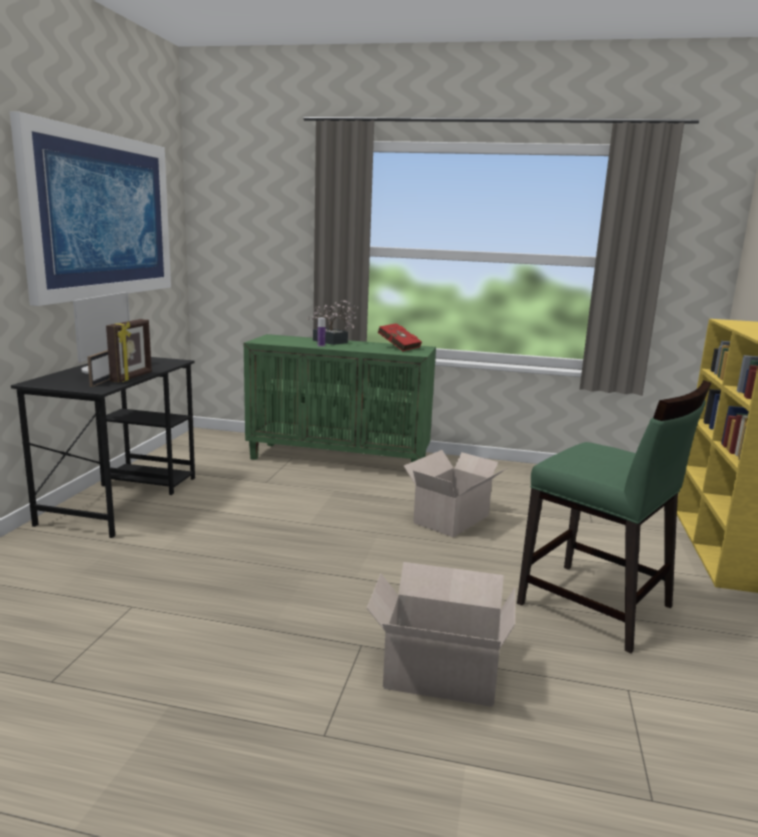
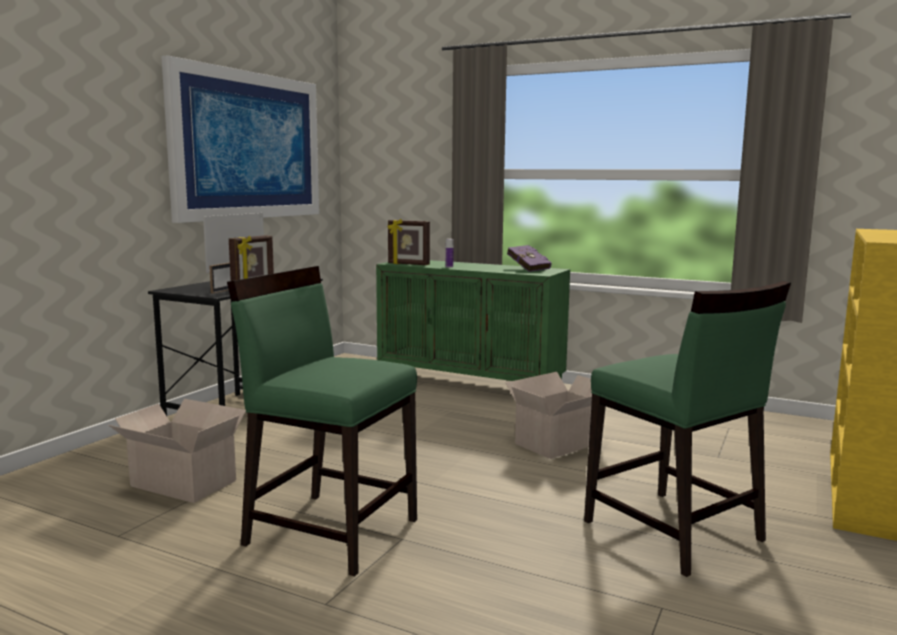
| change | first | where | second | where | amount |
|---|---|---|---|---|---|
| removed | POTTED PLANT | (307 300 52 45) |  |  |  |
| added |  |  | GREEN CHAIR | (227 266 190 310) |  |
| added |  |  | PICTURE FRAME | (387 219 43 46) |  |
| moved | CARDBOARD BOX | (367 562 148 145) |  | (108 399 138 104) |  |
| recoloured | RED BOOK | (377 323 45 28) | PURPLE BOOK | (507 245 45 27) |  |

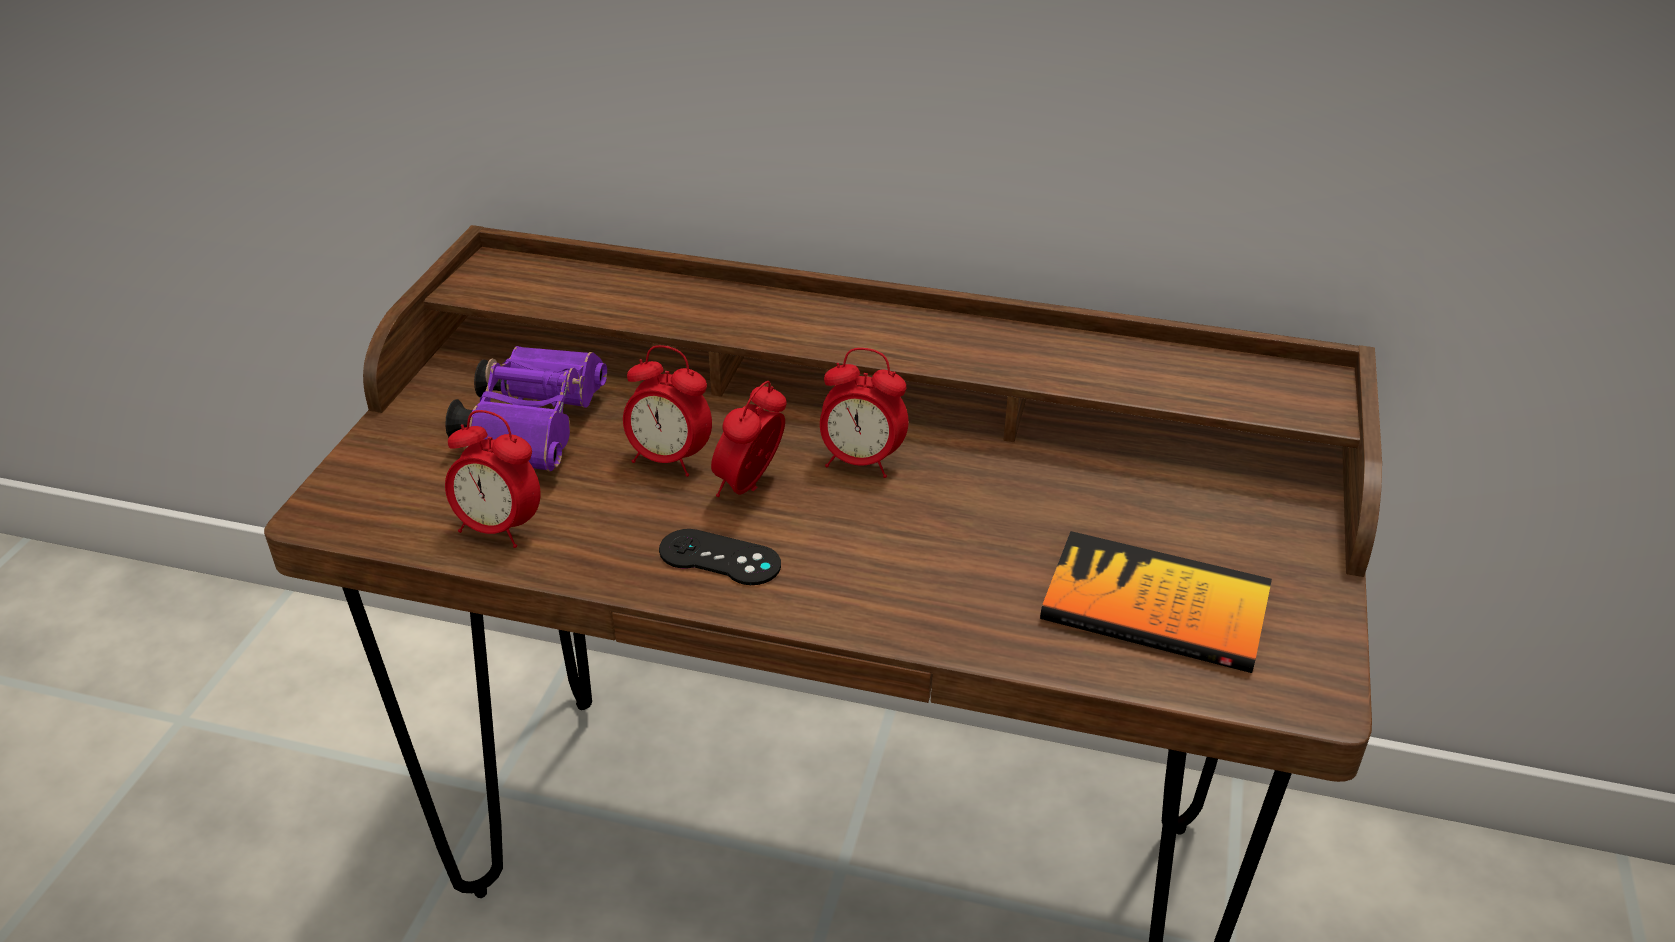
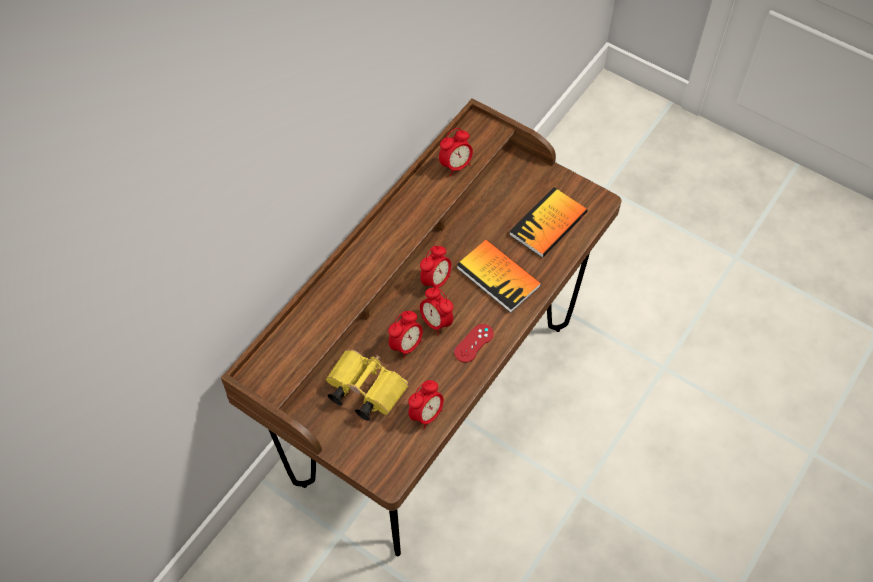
| change | first | where | second | where | amount |
|---|---|---|---|---|---|
| added |  |  | ALARM CLOCK | (439 128 34 48) |  |
| added |  |  | BOOK | (457 239 84 74) |  |
| recoloured | PURPLE BINOCULARS | (445 346 162 125) | YELLOW BINOCULARS | (326 350 82 71) |  |
| recoloured | BLACK GAME CONTROLLER | (659 529 122 56) | RED GAME CONTROLLER | (454 324 40 39) |  |

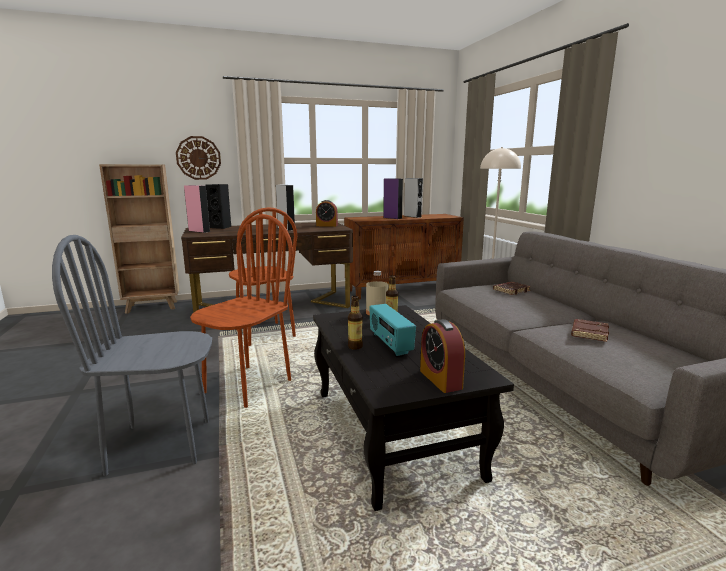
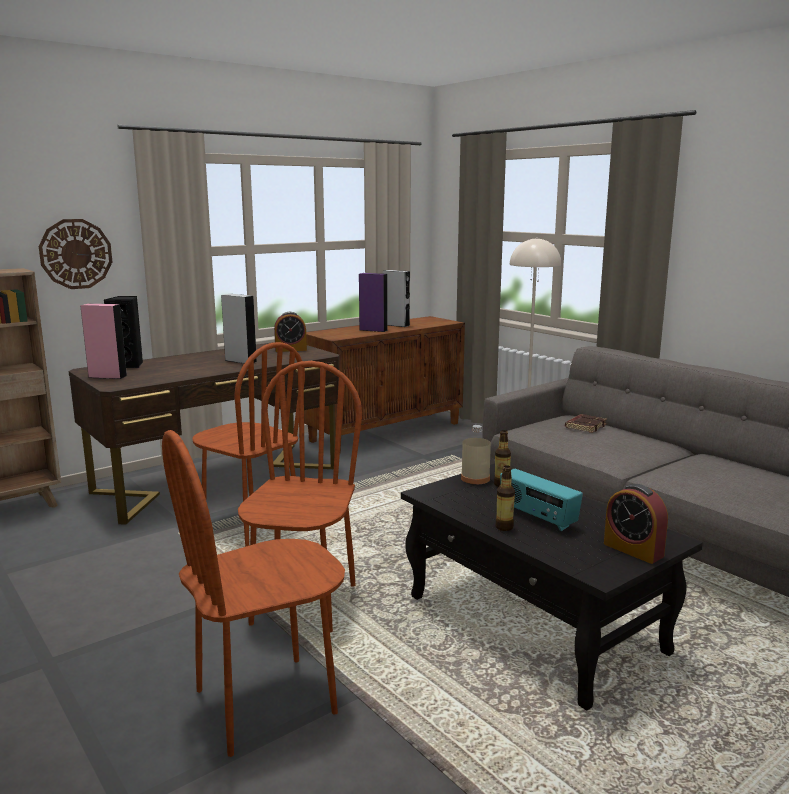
| change | first | where | second | where | amount |
|---|---|---|---|---|---|
| removed | BROWN BOOK | (571 319 38 23) |  |  |  |
| recoloured | GREY CHAIR | (52 235 160 241) | BROWN CHAIR | (162 430 183 327) |  |

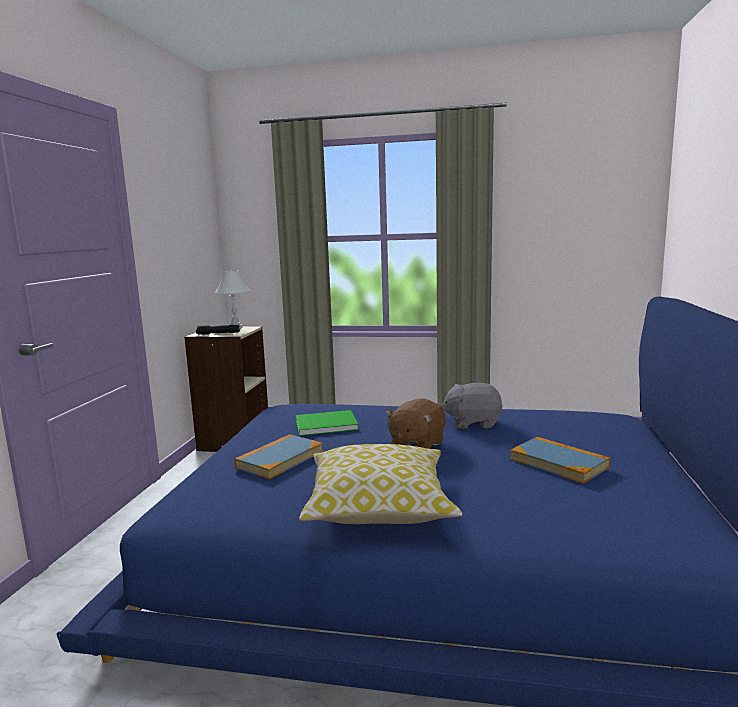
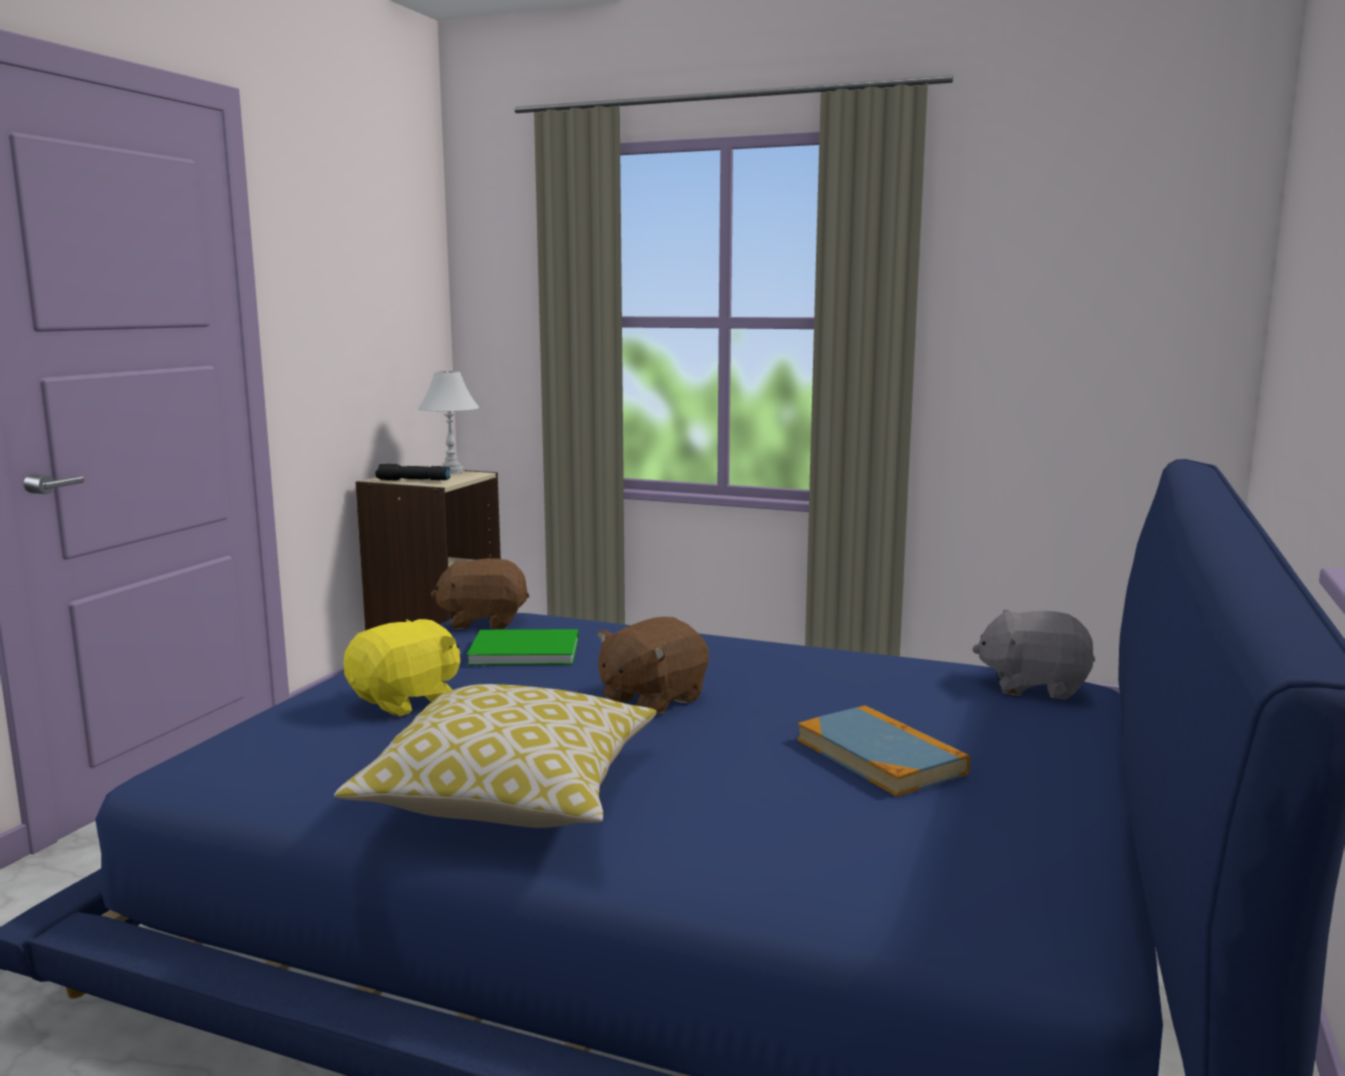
| change | first | where | second | where | amount |
|---|---|---|---|---|---|
| added |  |  | BROWN PLUSH TOY | (431 558 98 71) |  |
| moved | GREY PLUSH TOY | (441 383 62 46) |  | (972 610 123 89) |  |
| replaced | BOOK | (234 434 89 45) | YELLOW PLUSH TOY | (344 619 116 97) |  |

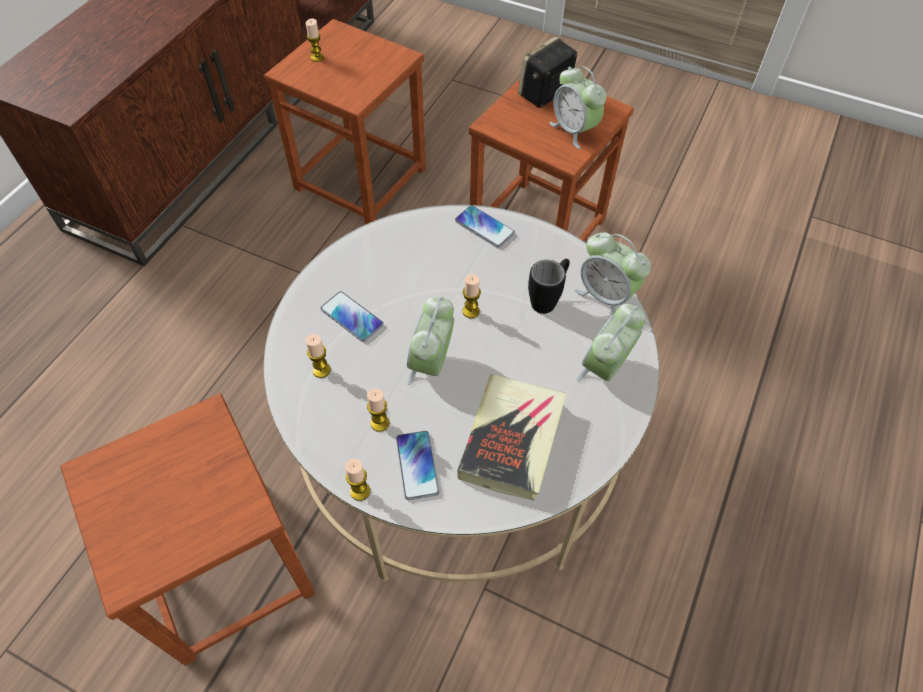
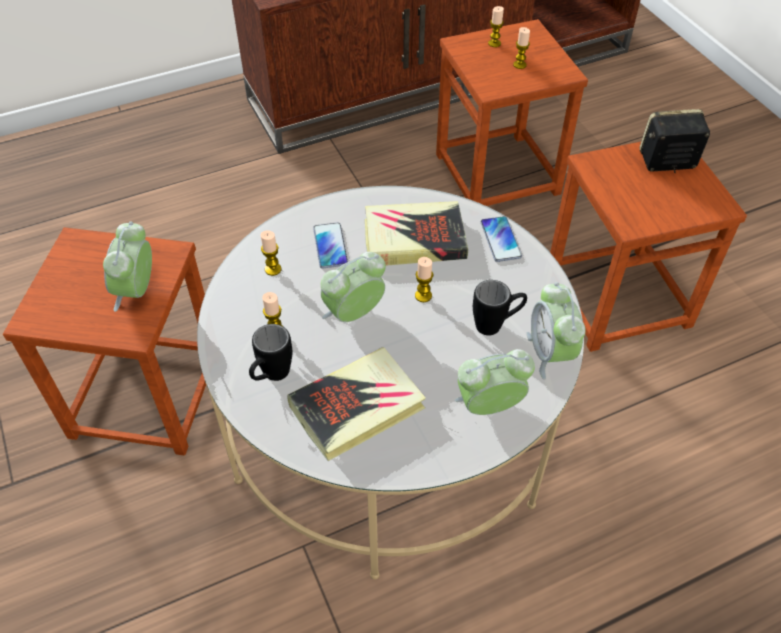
| change | first | where | second | where | amount |
|---|---|---|---|---|---|
| added |  |  | BOOK | (365 201 103 65) |  |
| moved | CANDLE | (345 459 25 42) |  | (513 27 17 42) |  |
| moved | ALARM CLOCK | (550 66 57 83) |  | (103 221 49 91) |  |
| replaced | PHONE | (396 431 43 69) | BLACK MUG | (249 324 43 57) |  |

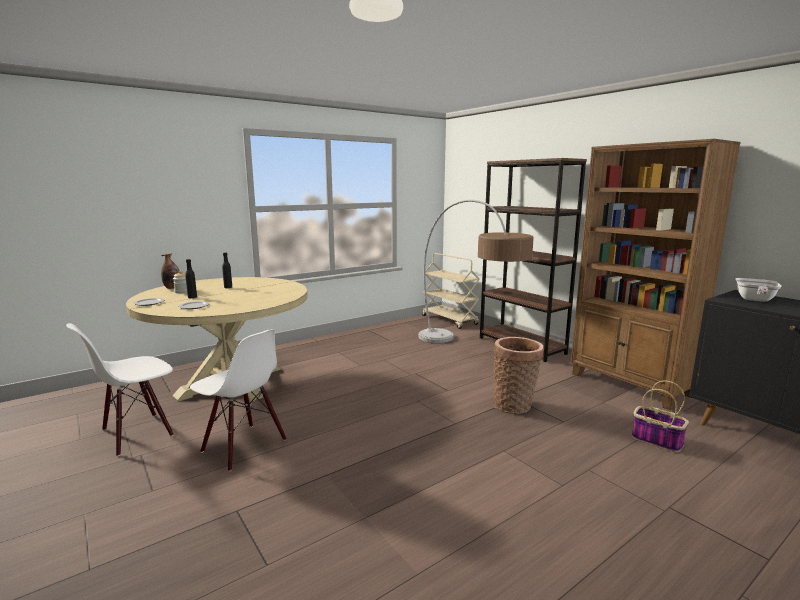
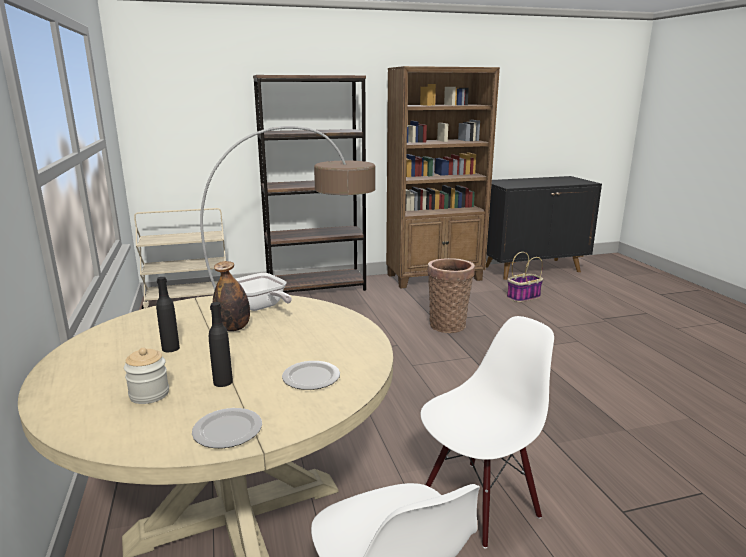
| change | first | where | second | where | amount |
|---|---|---|---|---|---|
| moved | BOTTLE | (161 253 19 36) |  | (213 261 37 70) |  |
| moved | FRYING PAN | (735 278 47 24) |  | (236 273 56 38) |  |

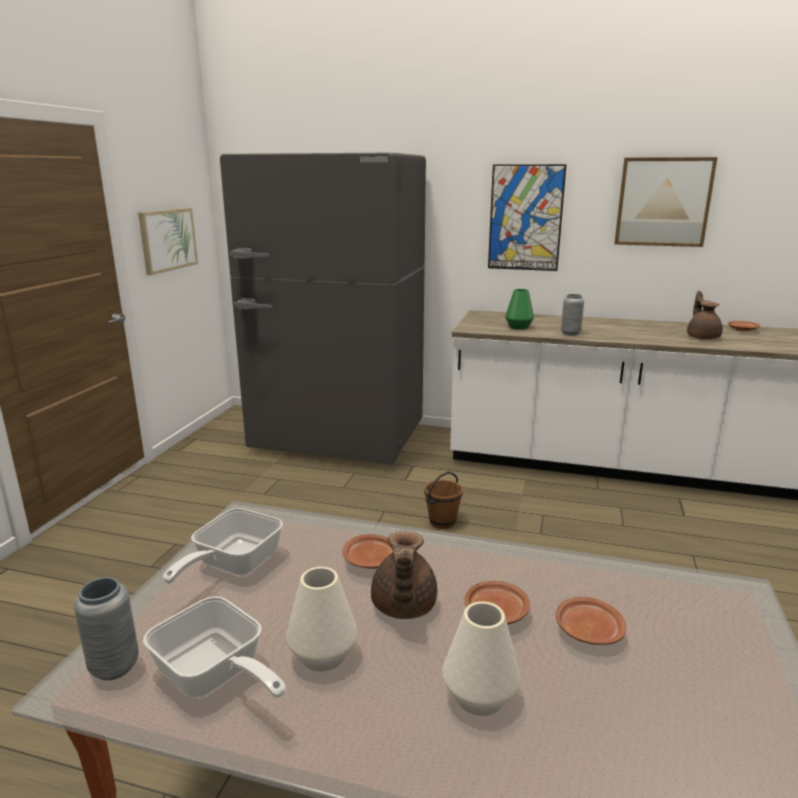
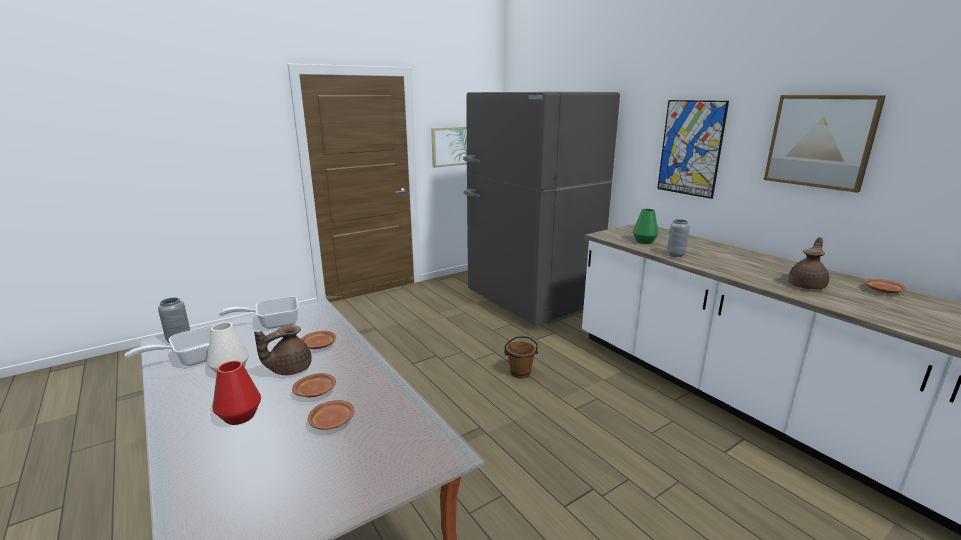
| change | first | where | second | where | amount |
|---|---|---|---|---|---|
| recoloured | WHITE VASE | (442 601 78 115) | RED VASE | (212 361 49 64) |  |
| turned | FRYING PAN | (143 596 143 102) |  | (125 325 89 41) | 60 degrees clockwise |

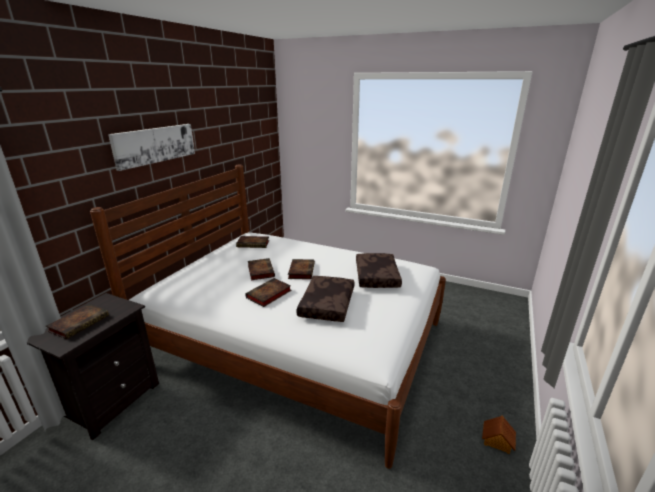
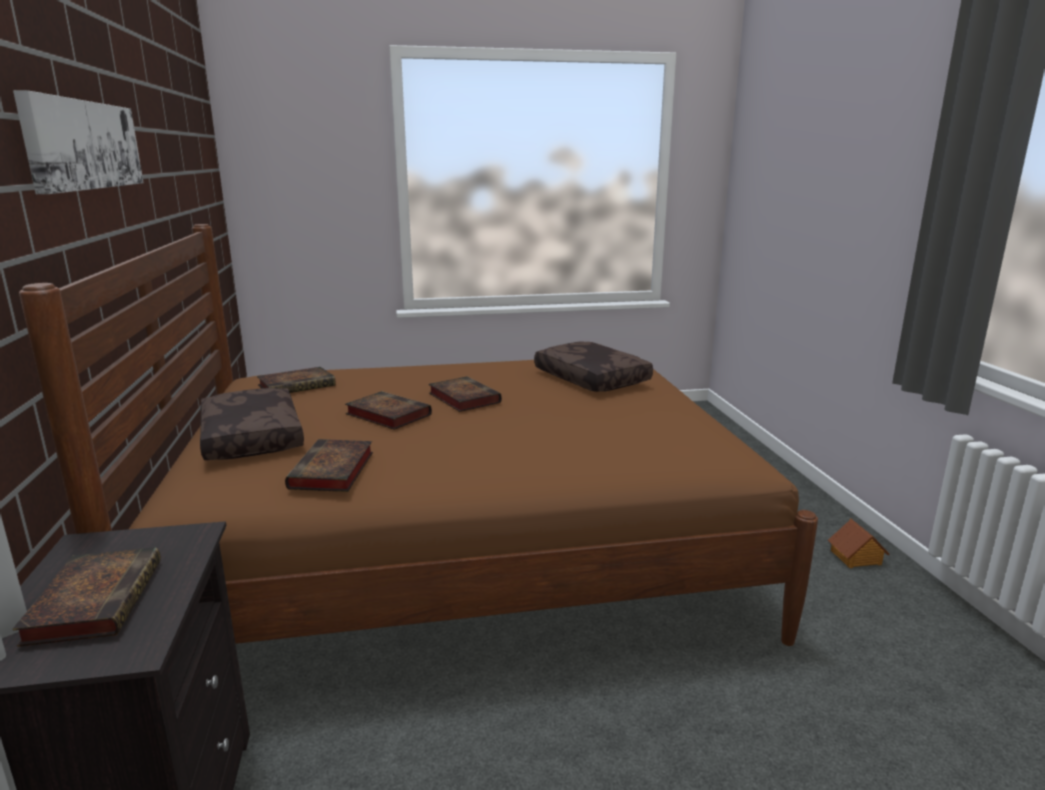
| change | first | where | second | where | amount |
|---|---|---|---|---|---|
| moved | BOOK | (245 278 46 29) |  | (285 439 88 53) |  |
| moved | BROWN PILLOW | (296 276 58 46) |  | (200 388 104 72) |  |
| recoloured | WHITE BED | (90 165 356 304) | BROWN BED | (19 224 799 422) |  |

